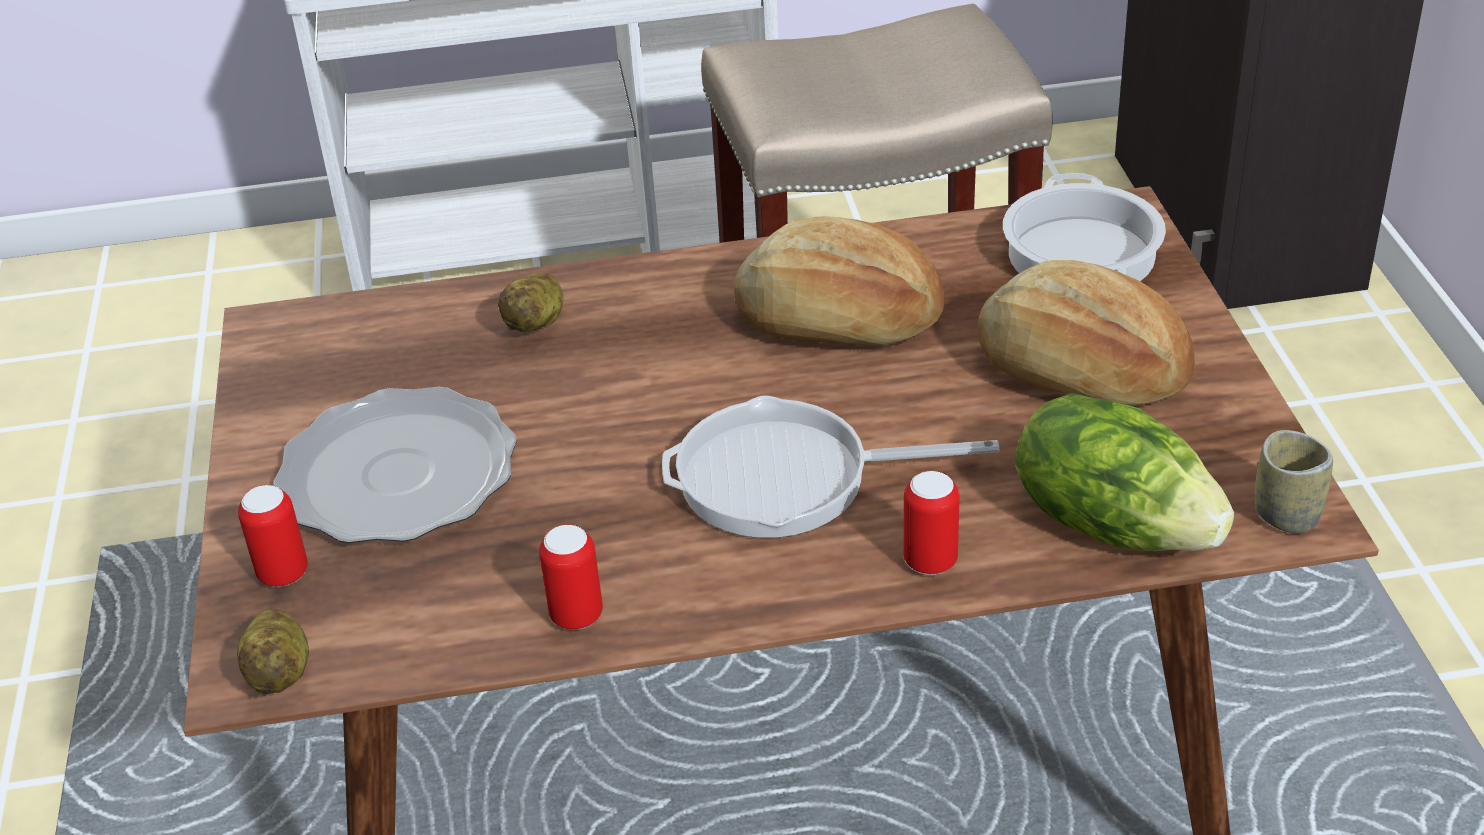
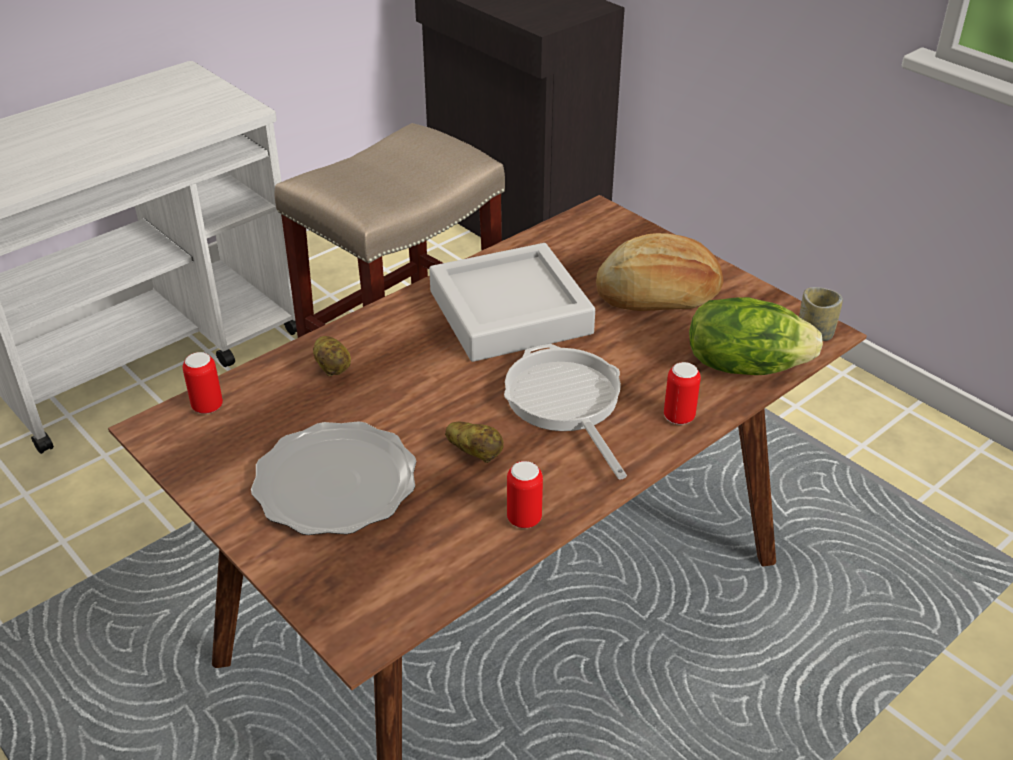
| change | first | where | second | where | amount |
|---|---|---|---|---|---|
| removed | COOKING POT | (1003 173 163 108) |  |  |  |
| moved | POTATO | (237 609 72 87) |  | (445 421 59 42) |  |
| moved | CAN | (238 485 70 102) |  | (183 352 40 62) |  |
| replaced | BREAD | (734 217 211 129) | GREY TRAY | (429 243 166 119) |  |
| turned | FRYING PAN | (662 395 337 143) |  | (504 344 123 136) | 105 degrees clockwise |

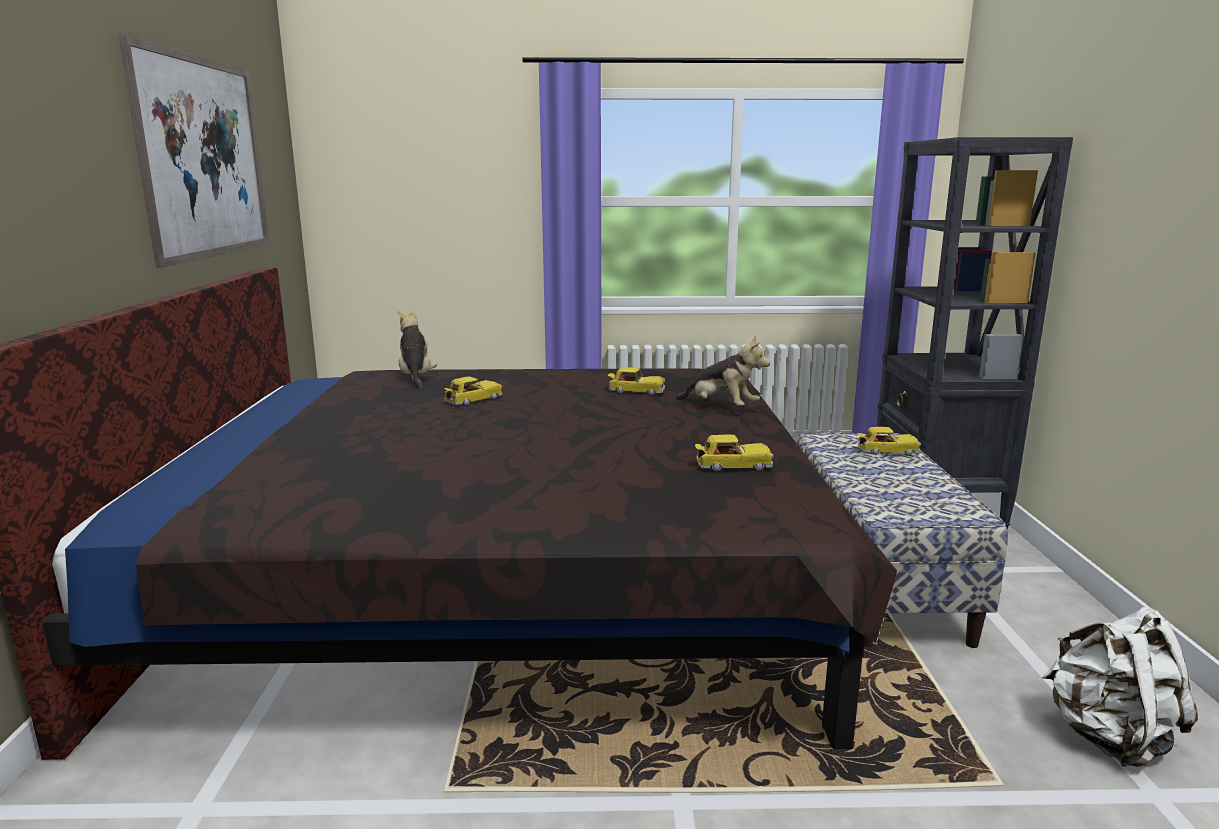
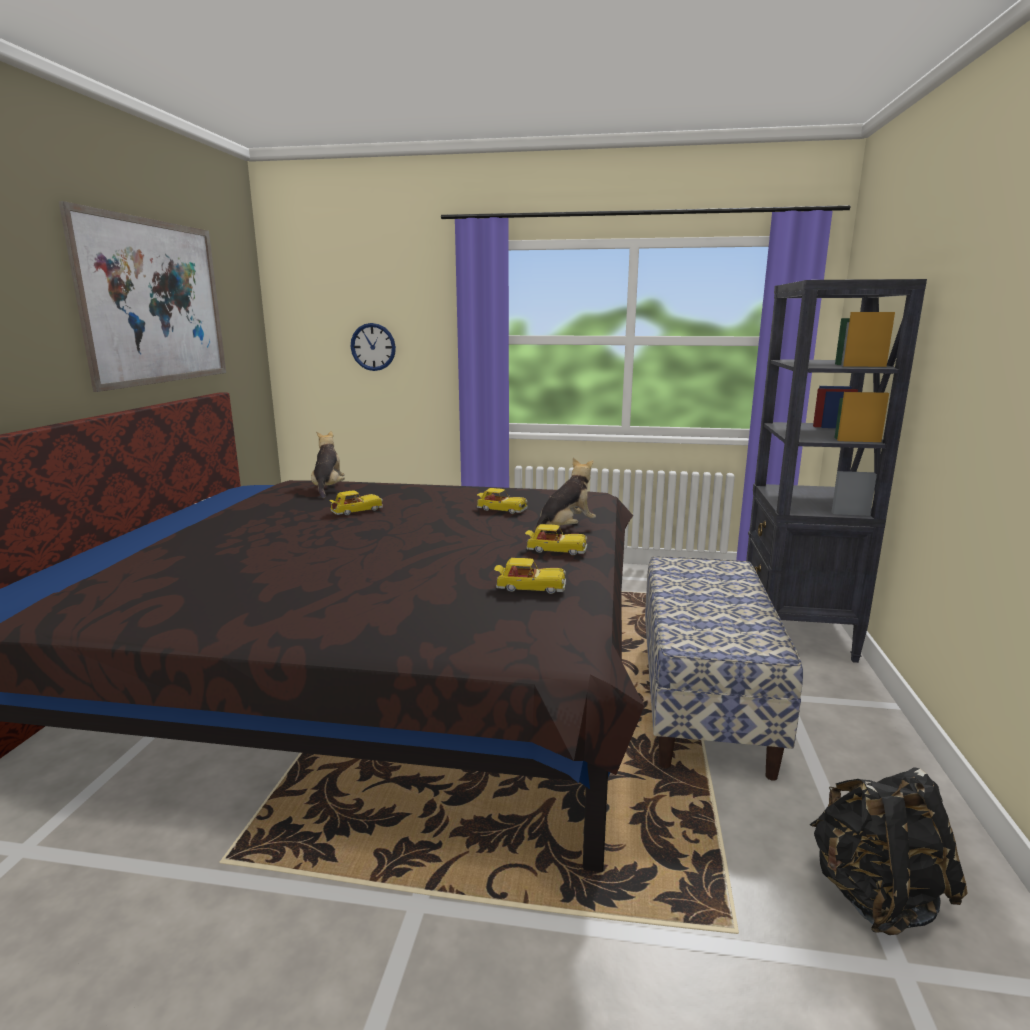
| change | first | where | second | where | amount |
|---|---|---|---|---|---|
| added |  |  | WALL CLOCK | (351 323 45 48) |  |
| moved | TOY CAR | (858 427 63 28) |  | (525 524 62 32) |  |
| recoloured | WHITE BACKPACK | (1042 607 156 160) | BLACK BACKPACK | (810 767 158 168) |  |
| turned | PLUSH TOY | (675 336 95 70) |  | (535 458 61 74) | 90 degrees counterclockwise |

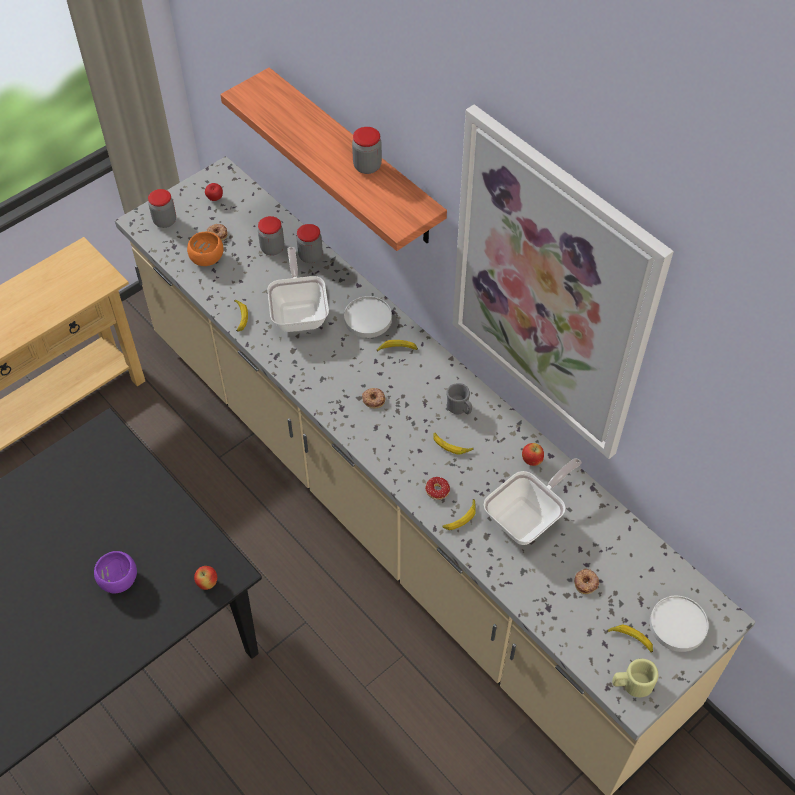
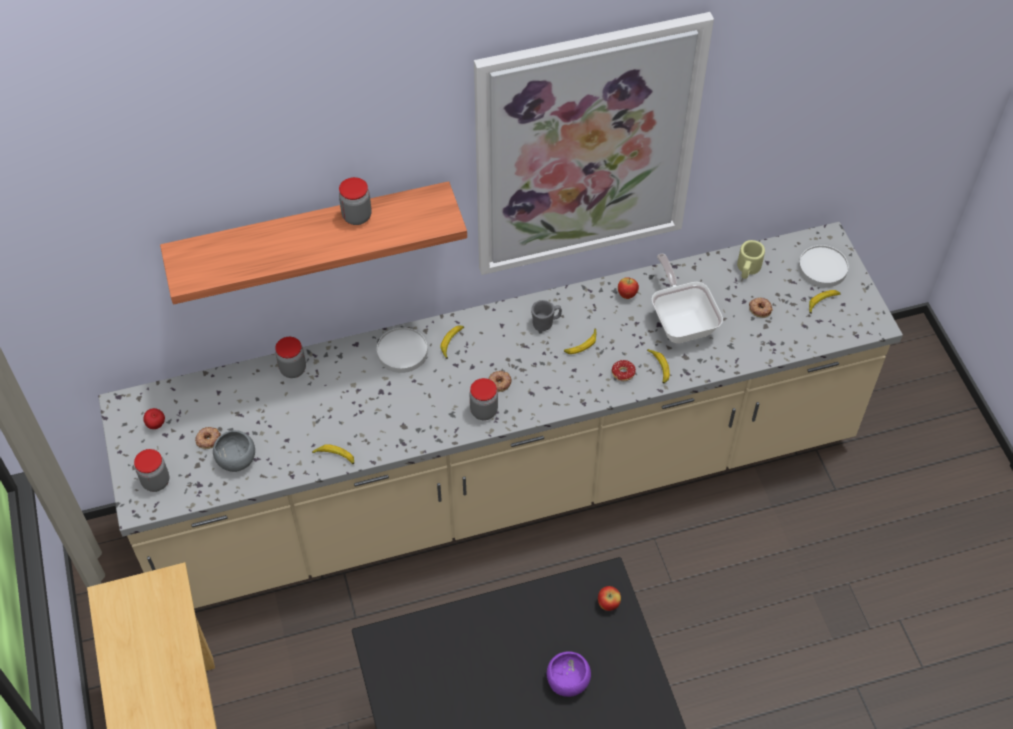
| change | first | where | second | where | amount |
|---|---|---|---|---|---|
| removed | FRYING PAN | (267 247 62 85) |  |  |  |
| moved | JAR | (258 216 26 40) |  | (470 378 28 42) |  |
| moved | BEIGE MUG | (612 659 46 38) |  | (737 240 28 39) |  |
| recoloured | ORANGE BOWL | (187 232 37 34) | GREY BOWL | (213 430 42 42) |  |

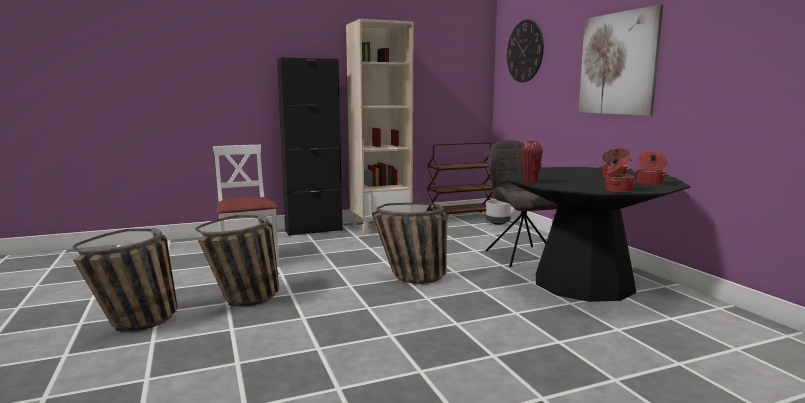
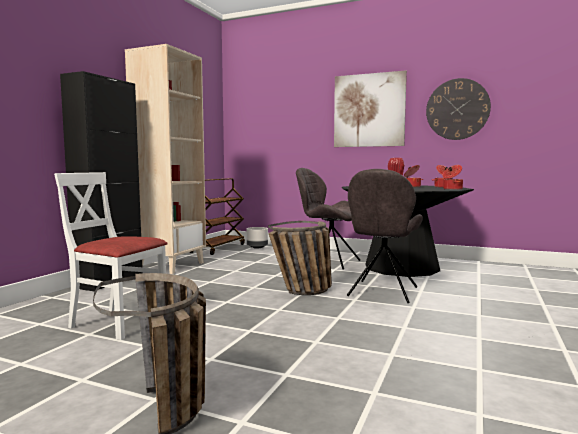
| change | first | where | second | where | amount |
|---|---|---|---|---|---|
| removed | BASKET | (196 215 83 91) |  |  |  |
| added |  |  | GREY CHAIR | (347 169 76 134) |  |
| moved | WALL CLOCK | (507 20 37 62) |  | (426 78 65 62) |  |

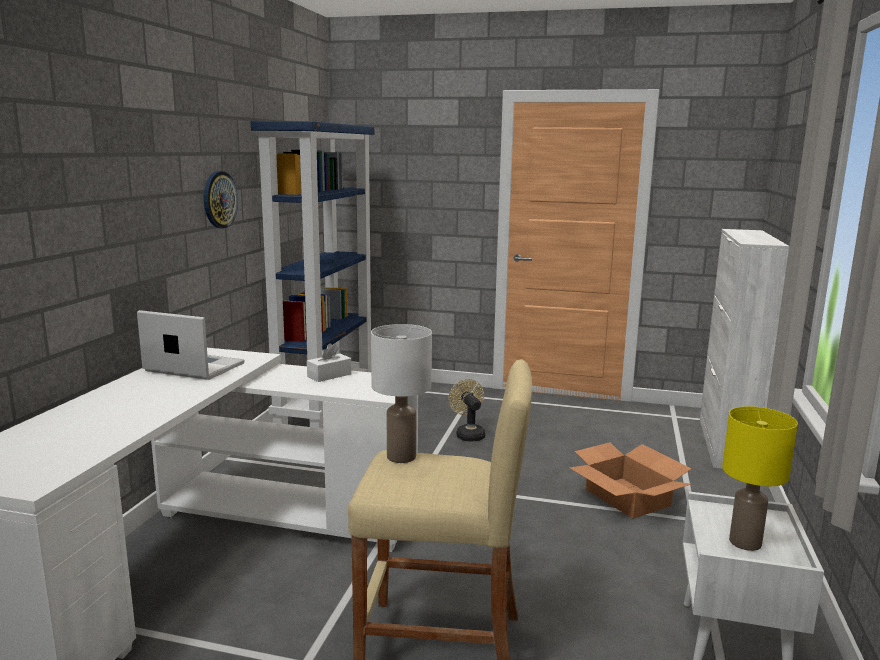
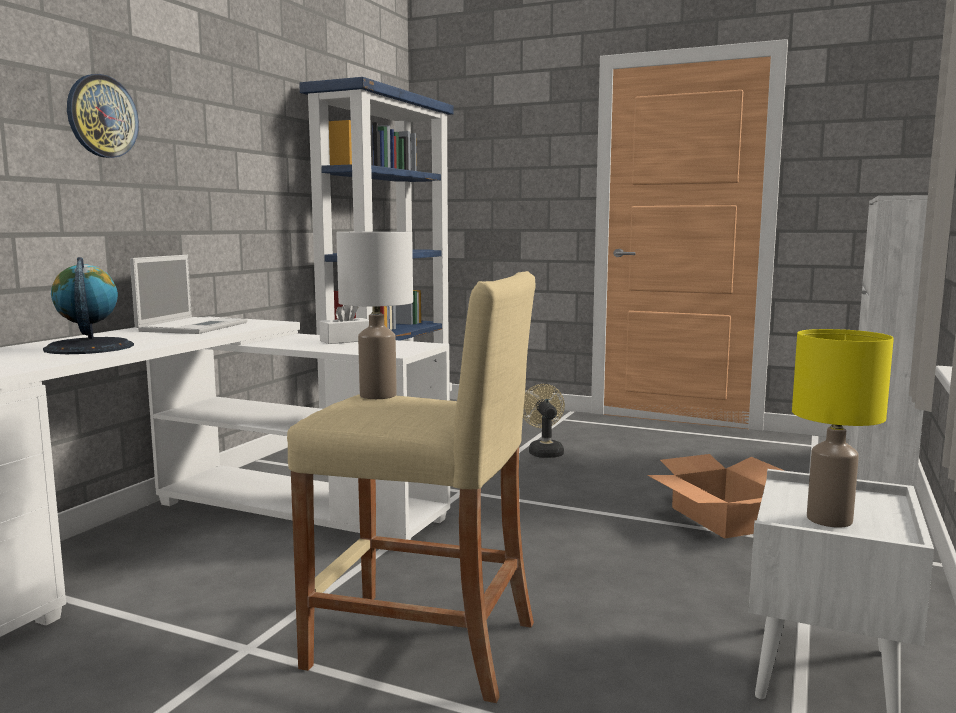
| change | first | where | second | where | amount |
|---|---|---|---|---|---|
| added |  |  | GLOBE | (43 257 91 97) |  |
| moved | WALL CLOCK | (204 171 34 57) |  | (67 74 72 84) |  |
| turned | LAPTOP | (137 310 108 70) |  | (130 255 118 79) | 75 degrees clockwise |

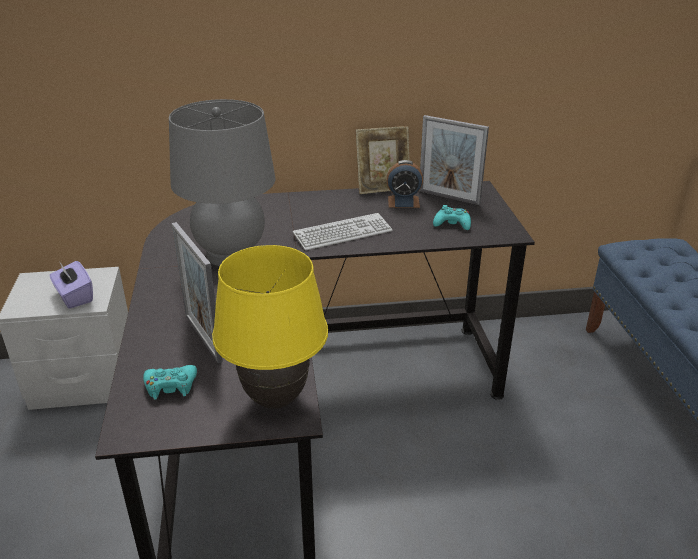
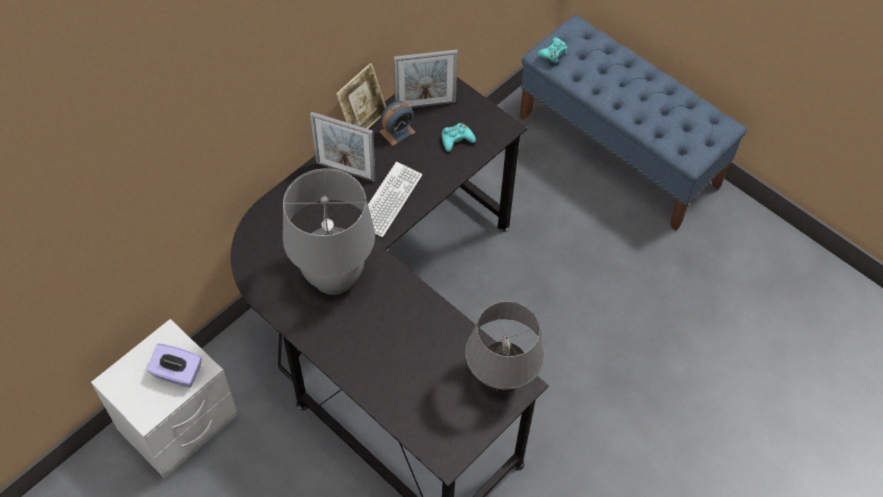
| change | first | where | second | where | amount |
|---|---|---|---|---|---|
| moved | TURQUOISE GAME CONTROLLER | (143 365 54 35) |  | (537 38 31 25) |  |
| moved | PICTURE FRAME | (172 222 51 141) |  | (310 112 66 70) |  |
| recoloured | YELLOW TABLE LAMP | (212 245 116 164) | GREY TABLE LAMP | (465 301 80 92) |  |

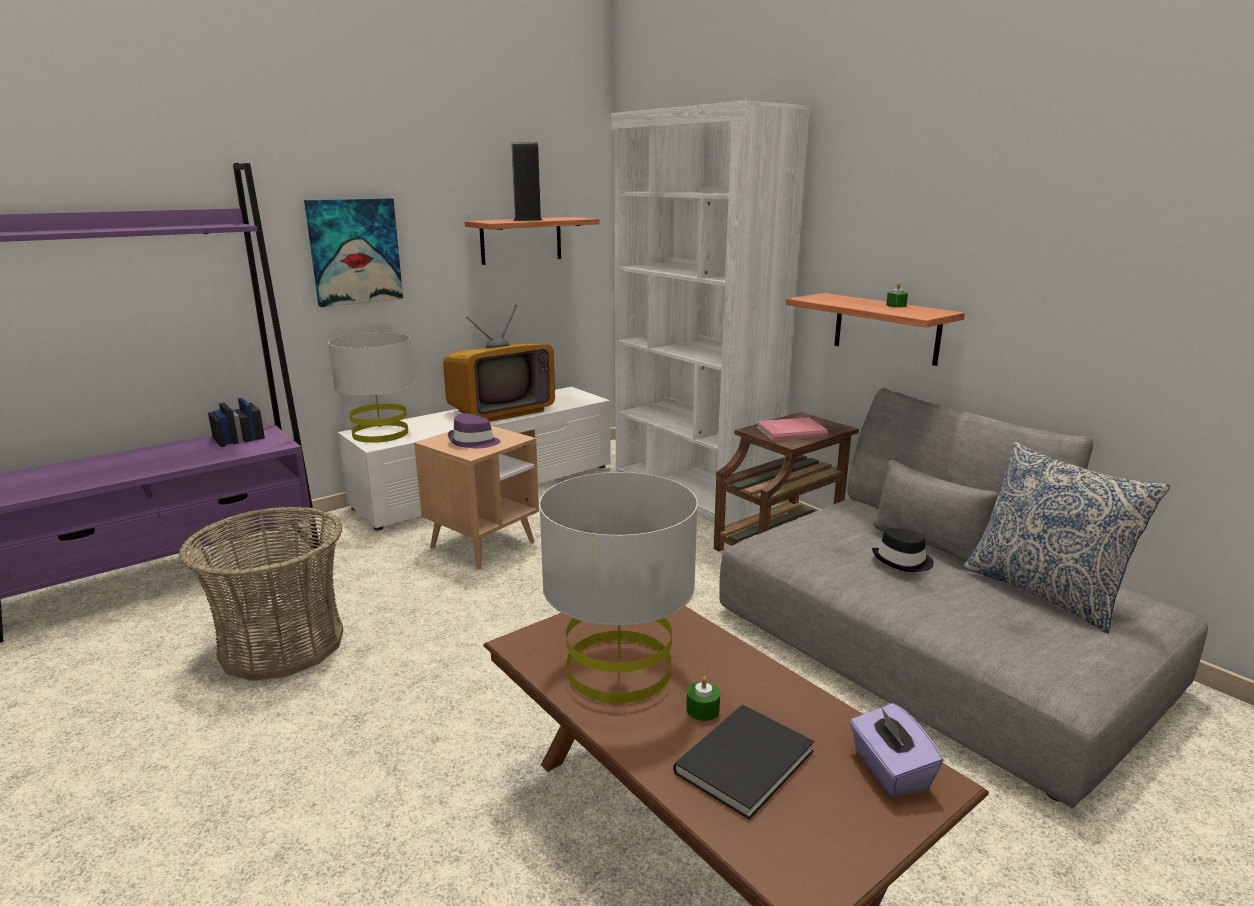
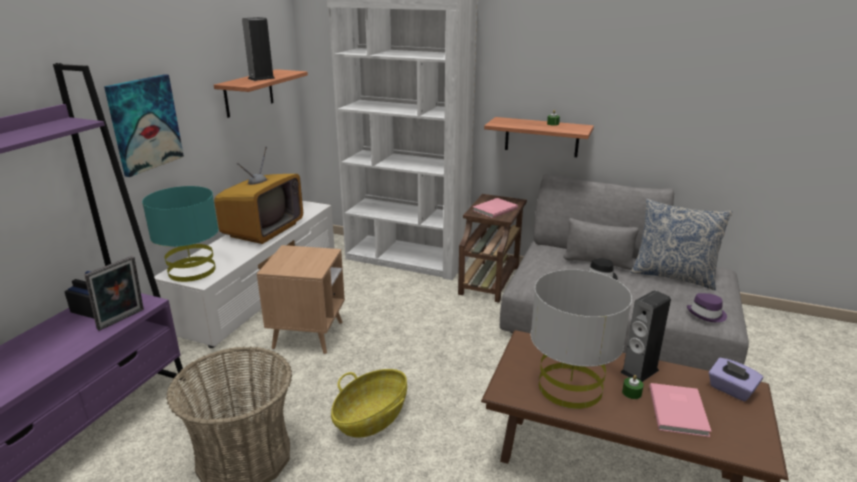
| change | first | where | second | where | amount |
|---|---|---|---|---|---|
| added |  |  | PICTURE FRAME | (84 256 60 75) |  |
| added |  |  | BASKET | (331 369 76 69) |  |
| added |  |  | SPEAKER | (620 290 51 92) |  |
| moved | PURPLE HAT | (448 413 52 35) |  | (687 293 40 29) |  |
| recoloured | GREY TABLE LAMP | (328 332 87 111) | TURQUOISE TABLE LAMP | (142 186 77 96) |  |
| recoloured | BLACK BOOK | (673 704 141 115) | PINK BOOK | (649 383 63 54) |  |

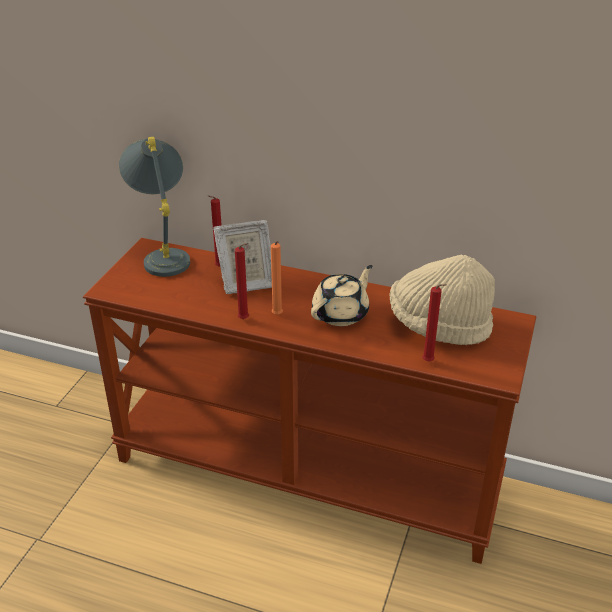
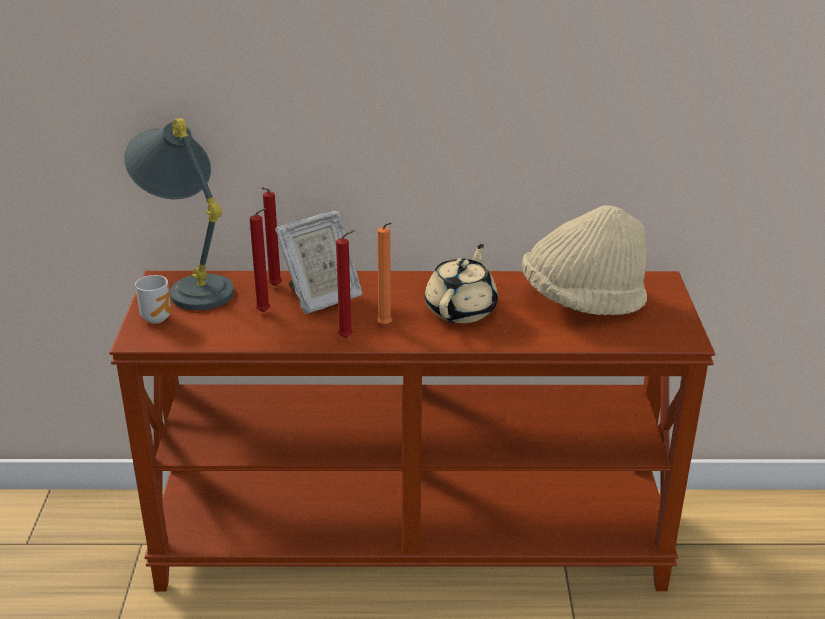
| change | first | where | second | where | amount |
|---|---|---|---|---|---|
| added |  |  | MUG | (135 275 36 49) |  |
| moved | RED CANDLE | (422 284 25 78) |  | (250 208 20 104) |  |

